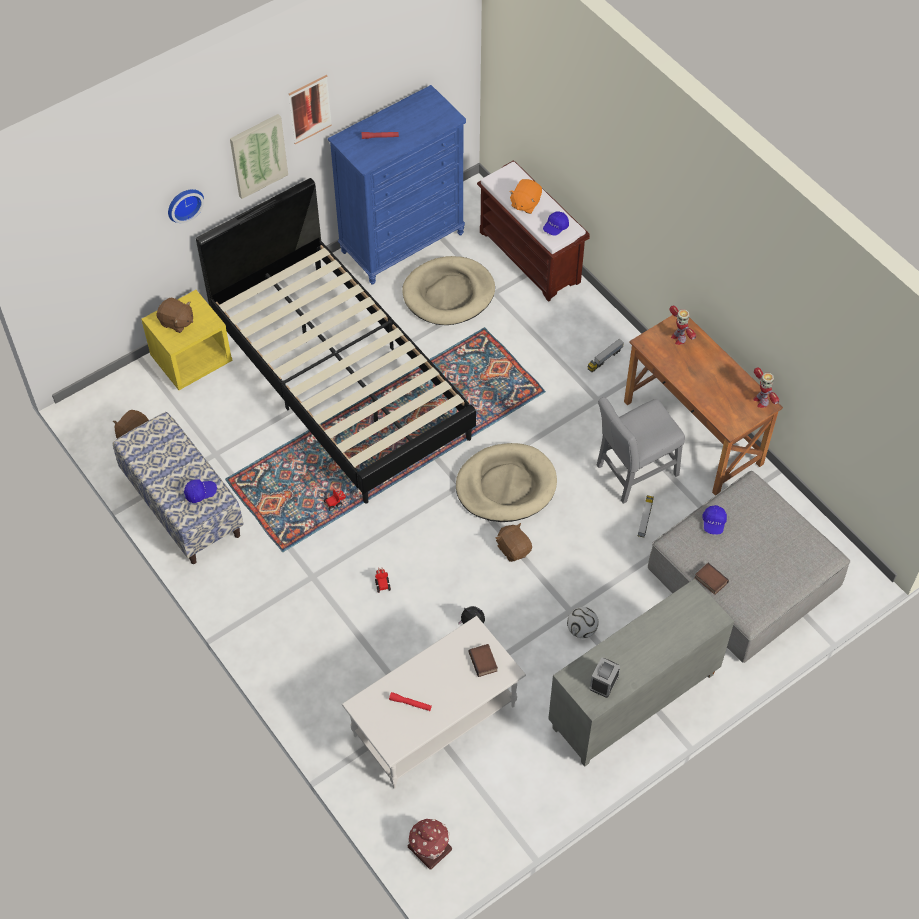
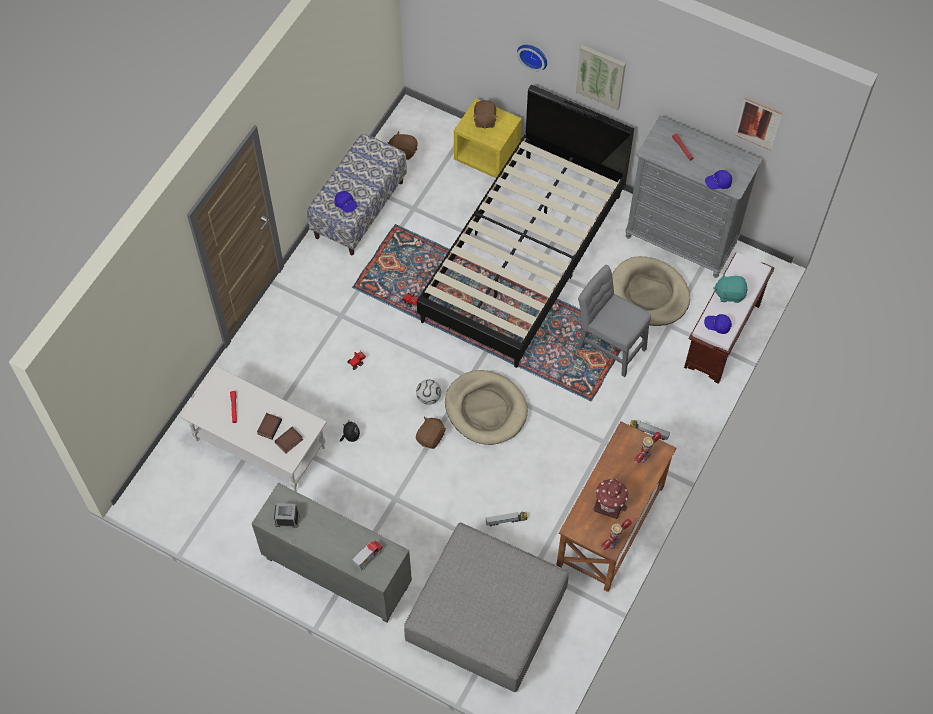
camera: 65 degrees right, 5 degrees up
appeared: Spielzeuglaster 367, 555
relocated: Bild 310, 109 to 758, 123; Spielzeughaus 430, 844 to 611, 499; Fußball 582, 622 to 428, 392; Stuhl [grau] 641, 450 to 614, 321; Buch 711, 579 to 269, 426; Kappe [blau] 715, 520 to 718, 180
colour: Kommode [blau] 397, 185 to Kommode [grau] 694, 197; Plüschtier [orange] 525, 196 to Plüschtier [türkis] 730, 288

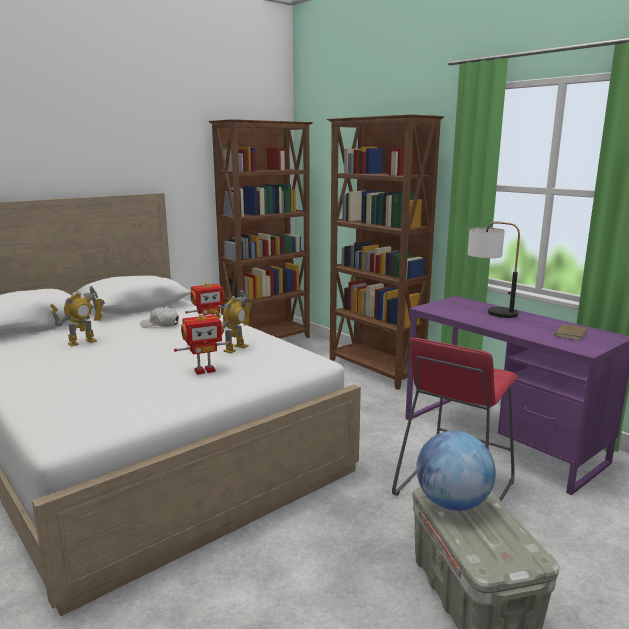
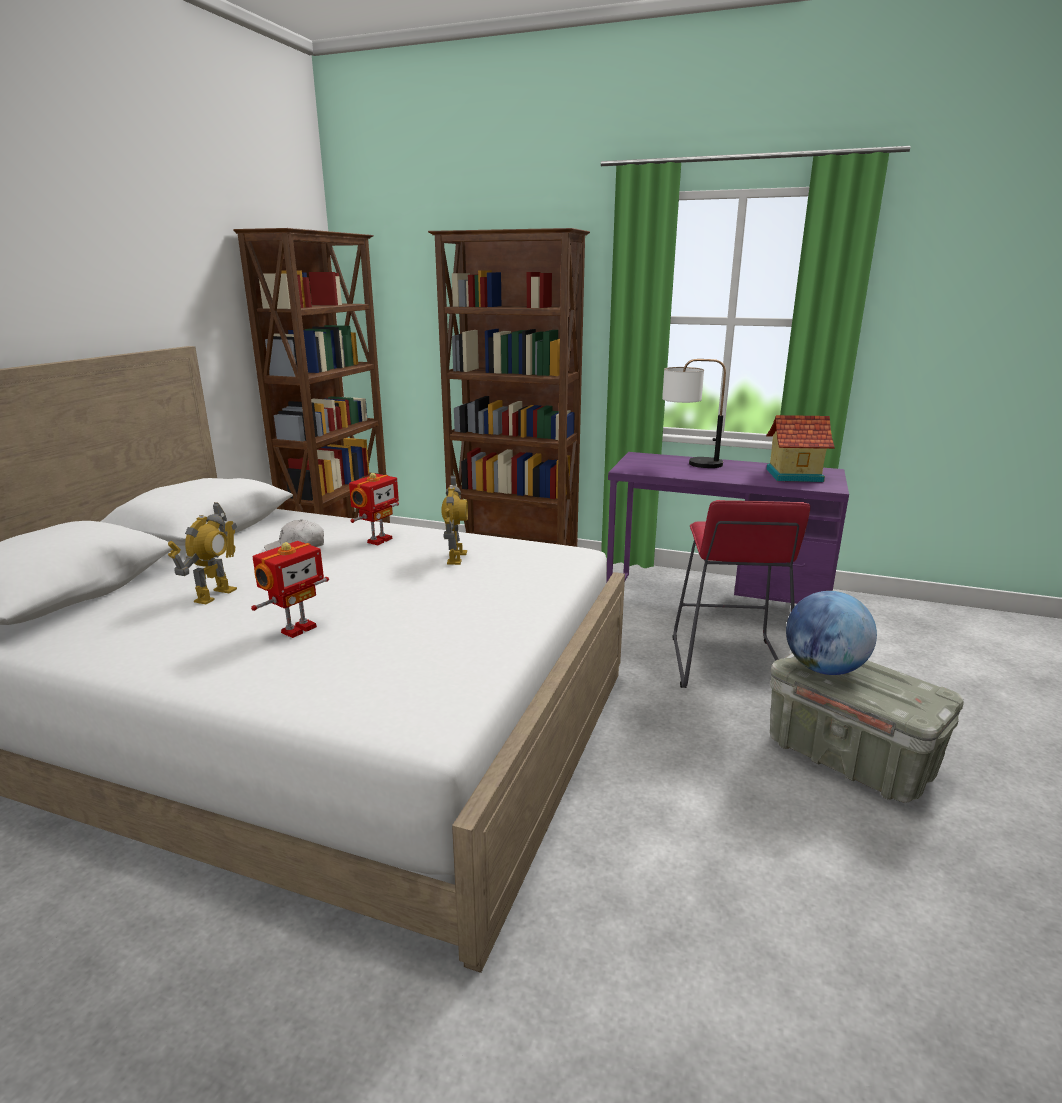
camera: 30 degrees left, 5 degrees up
relocated: Spielzeugroboter 202, 344 to 290, 589
exchanged: Buch [braun] 567, 332 to Spielzeughaus 800, 448

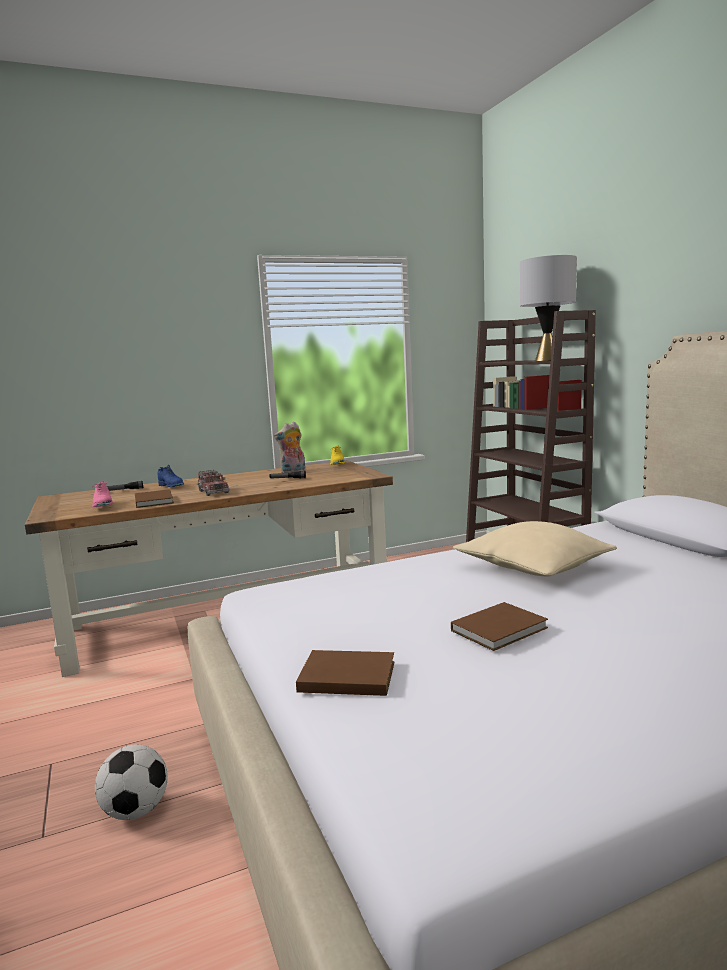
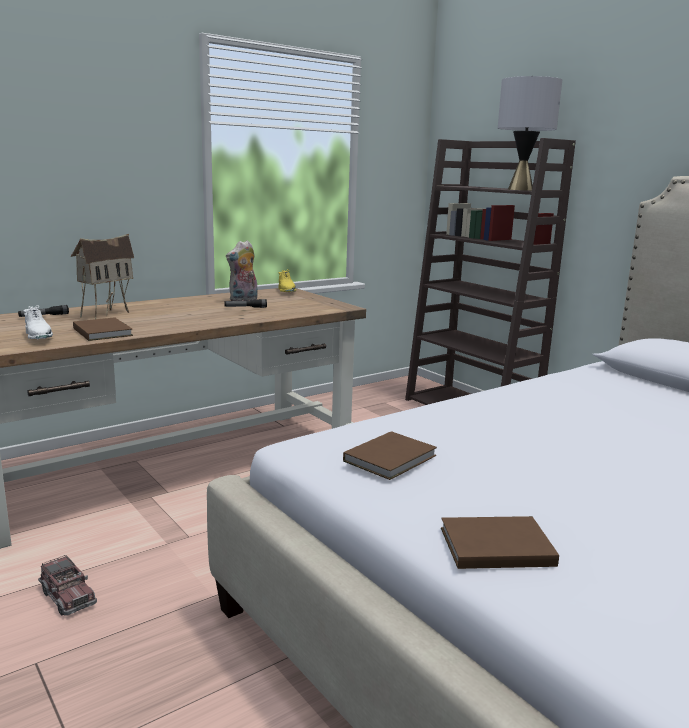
camera: 15 degrees left, 5 degrees up
missing: Fußball 131, 782; Kissen [beige] 535, 548
relocated: Spielzeuglaster 213, 483 to 67, 585; Buch [braun] 499, 626 to 390, 455
exchanged: Schuh [blau] 171, 476 to Spielzeughaus 102, 276
colour: Schuh [rosa] 102, 494 to Schuh [weiß] 38, 322

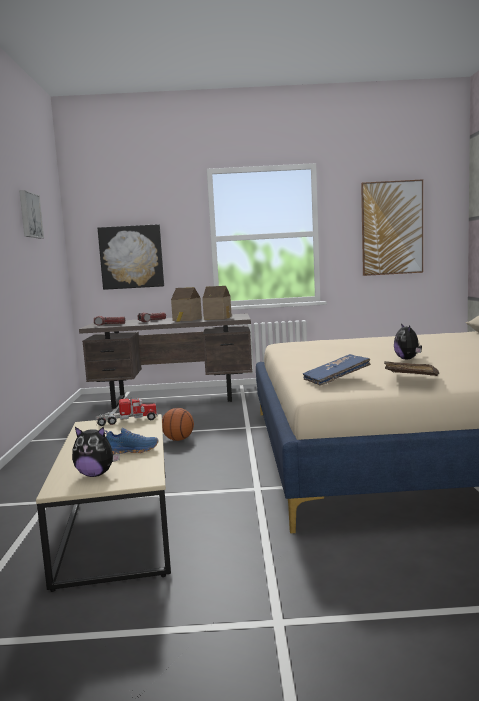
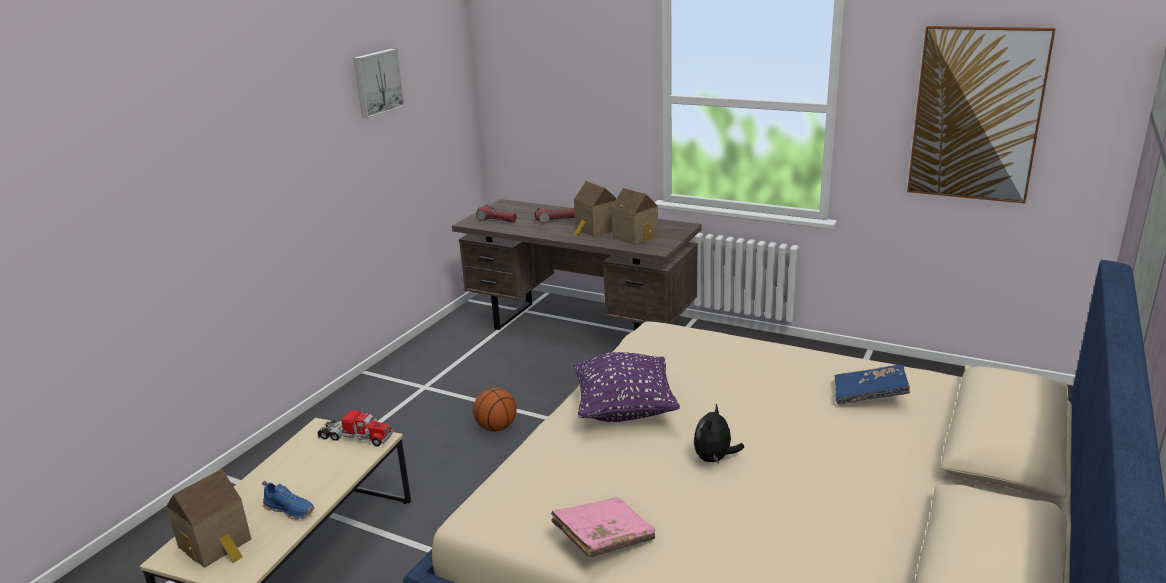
camera: 30 degrees right, 15 degrees up
missing: Bild 131, 257
appeared: Kissen [lila] 626, 387
relocated: Buch [blau] 337, 370 to 872, 384
exchanged: Plüschtier 96, 451 to Spielzeughaus 208, 518
colour: Buch [braun] 411, 368 to Buch [rosa] 603, 527

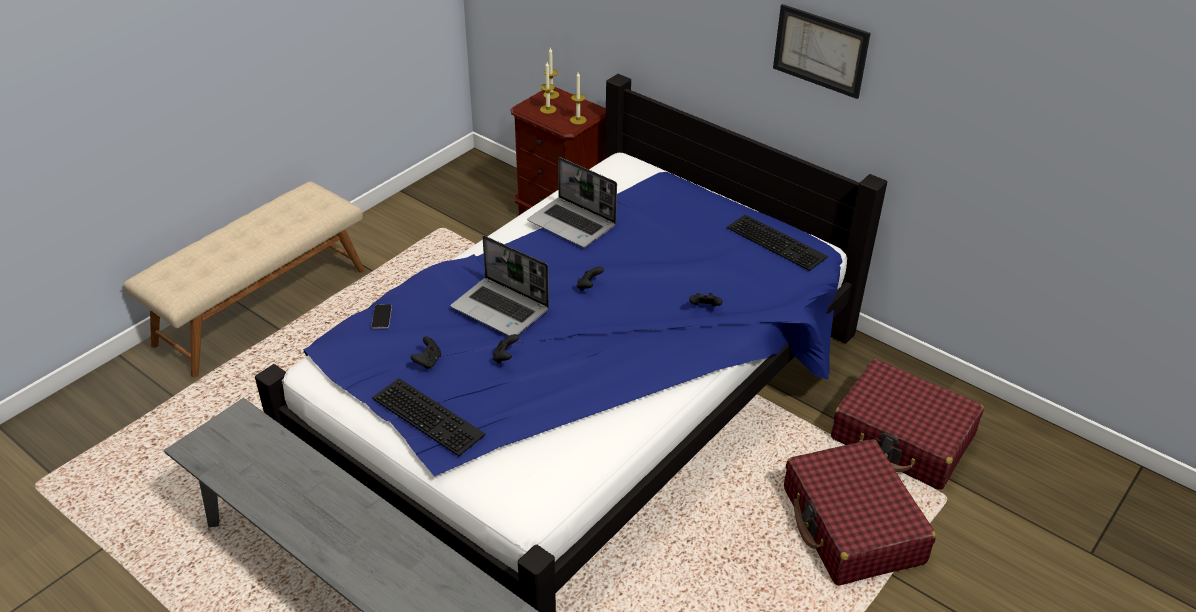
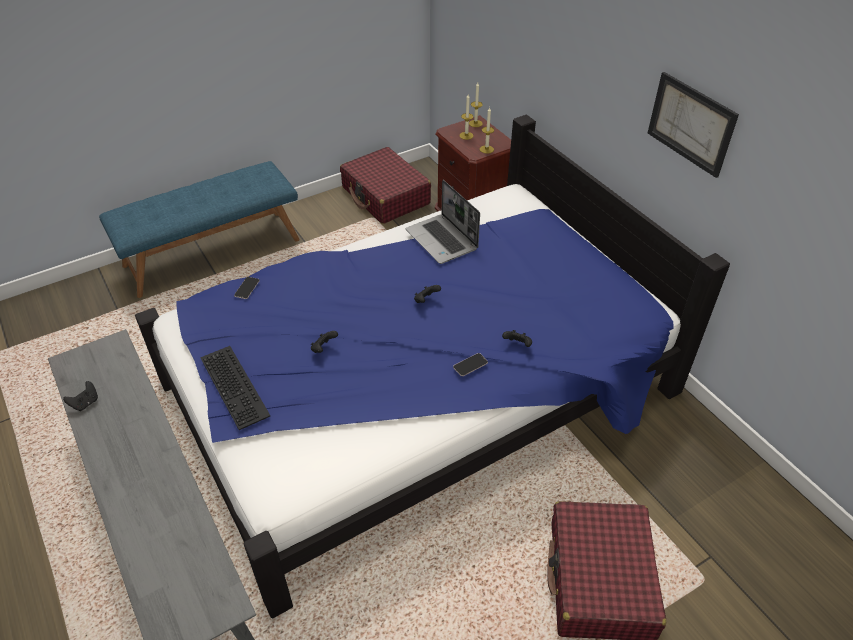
camera: 20 degrees right, 5 degrees up
missing: Laptop 499, 285; Tastatur 777, 242
appeared: Handy 470, 364
relocated: Gamepad [schwarz] 426, 352 to 80, 396; Koffer [rot] 907, 424 to 385, 185
colour: Bank [beige] 244, 279 to Bank [blau] 199, 229

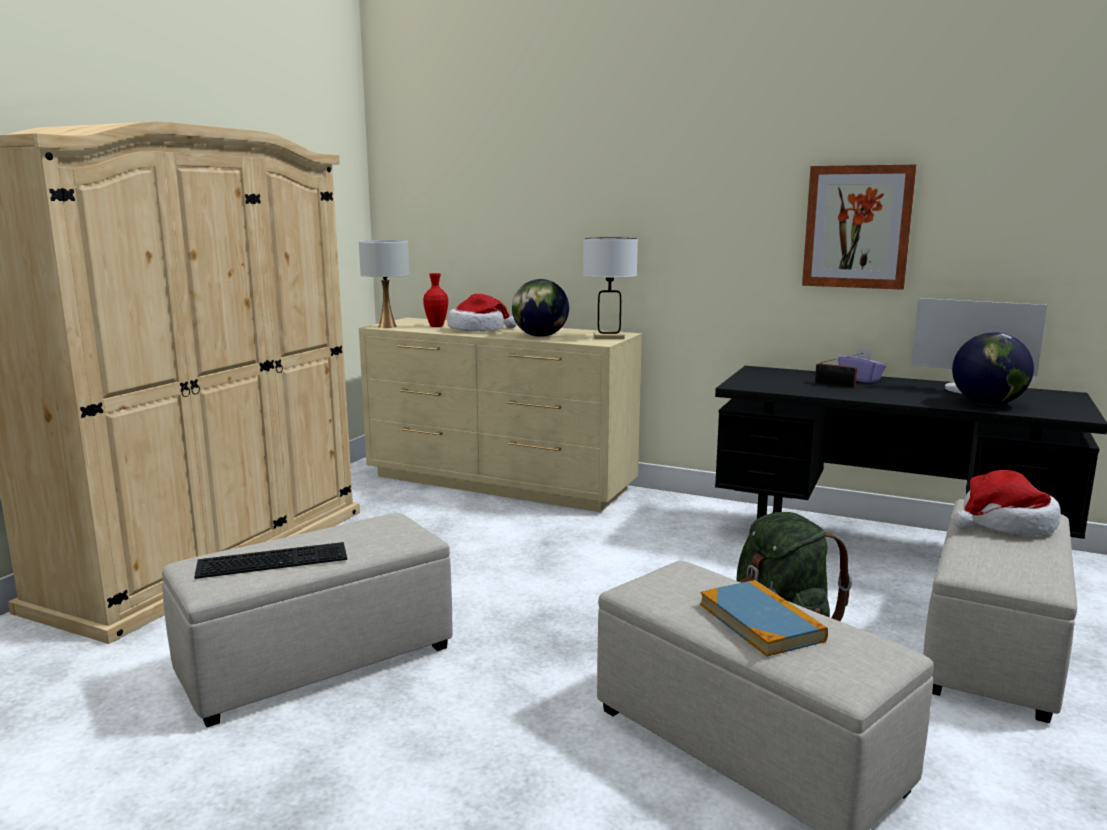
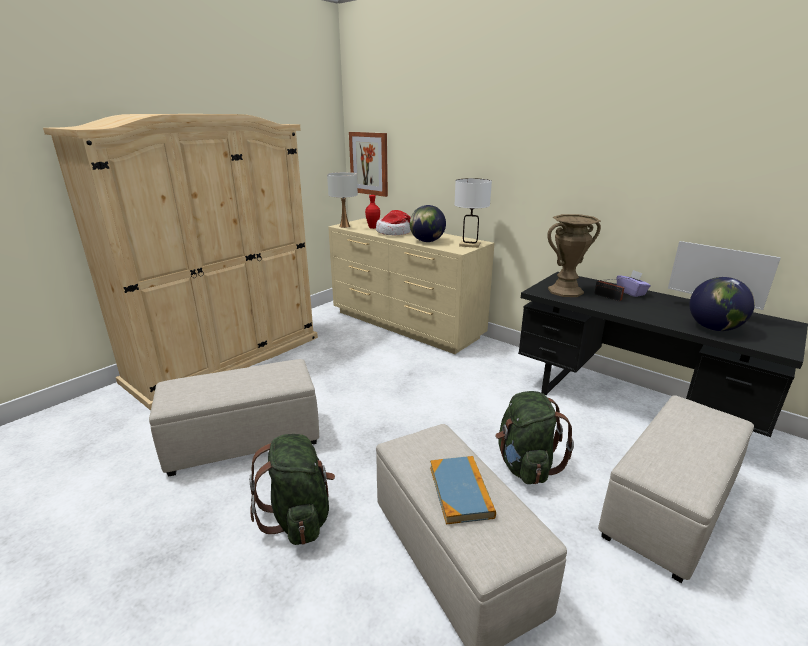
camera: 15 degrees right, 10 degrees up
missing: Tastatur 271, 560; Hut 1007, 503
appeared: Rucksack [grün] 292, 489; Vase [braun] 574, 255
relocated: Bild 859, 227 to 368, 164

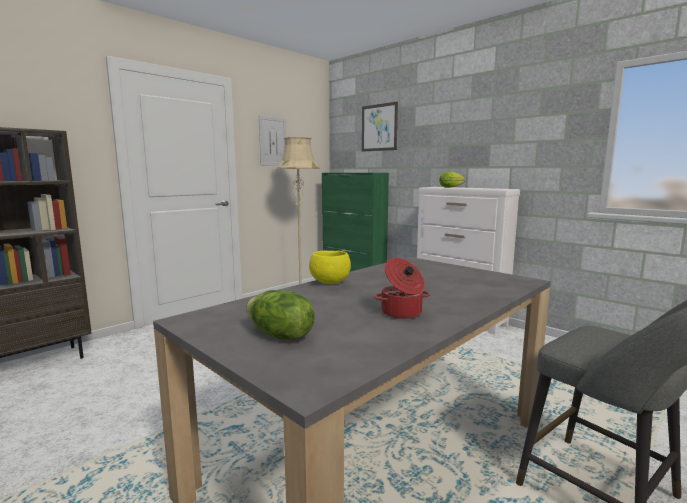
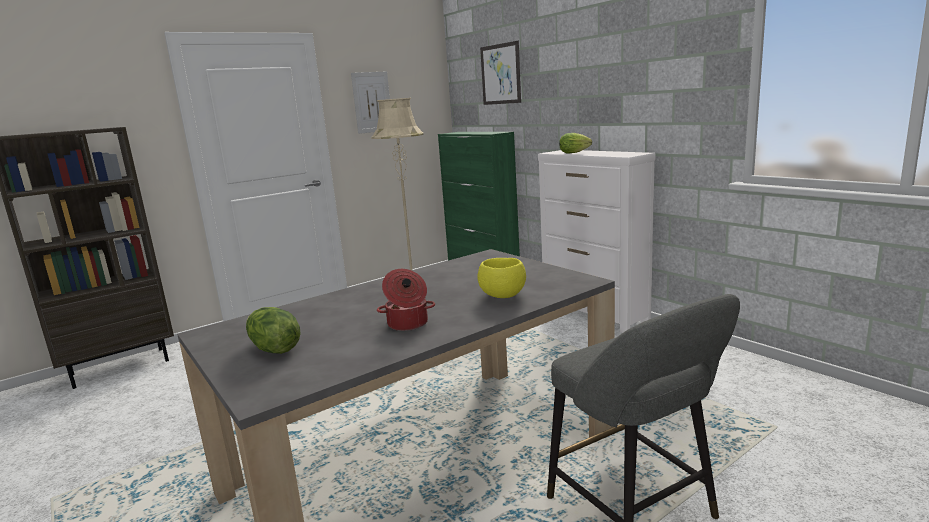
camera: 10 degrees right, 5 degrees up
relocated: Schüssel [gelb] 330, 267 to 501, 278

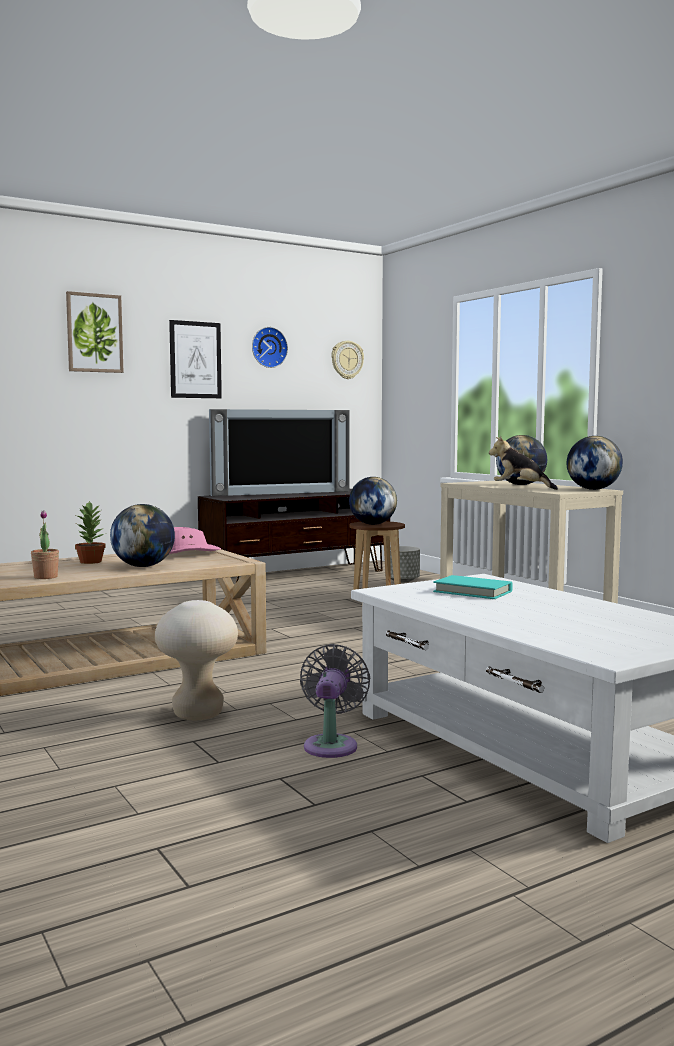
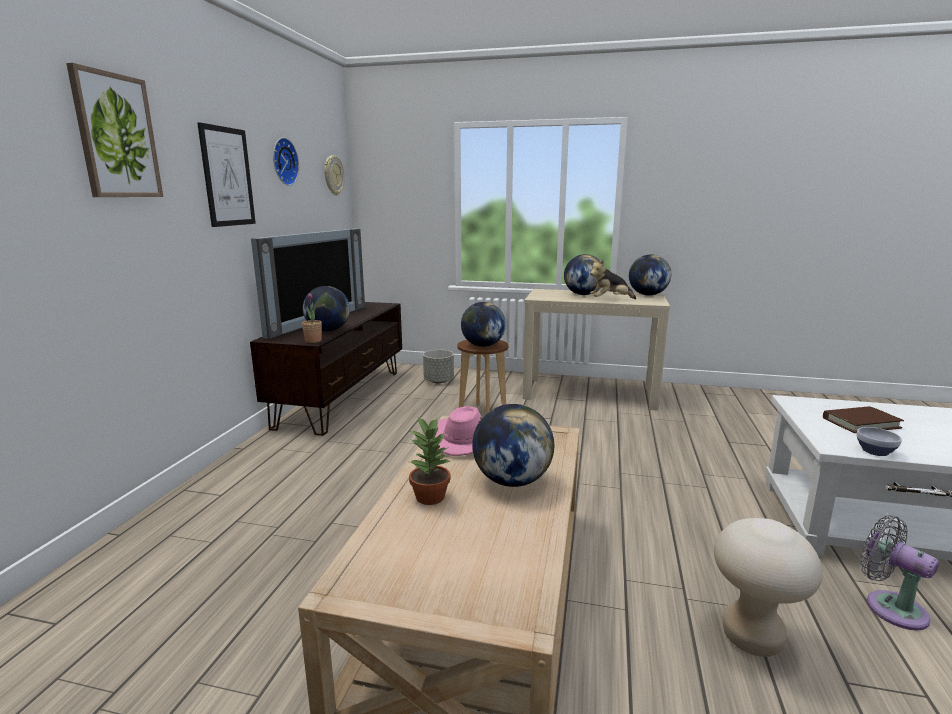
camera: 45 degrees left, 10 degrees up
appeared: Globus 326, 309; Schüssel 879, 441
relocated: Topfpflanze 45, 544 to 312, 318
colour: Buch [türkis] 473, 587 to Buch [braun] 863, 419

